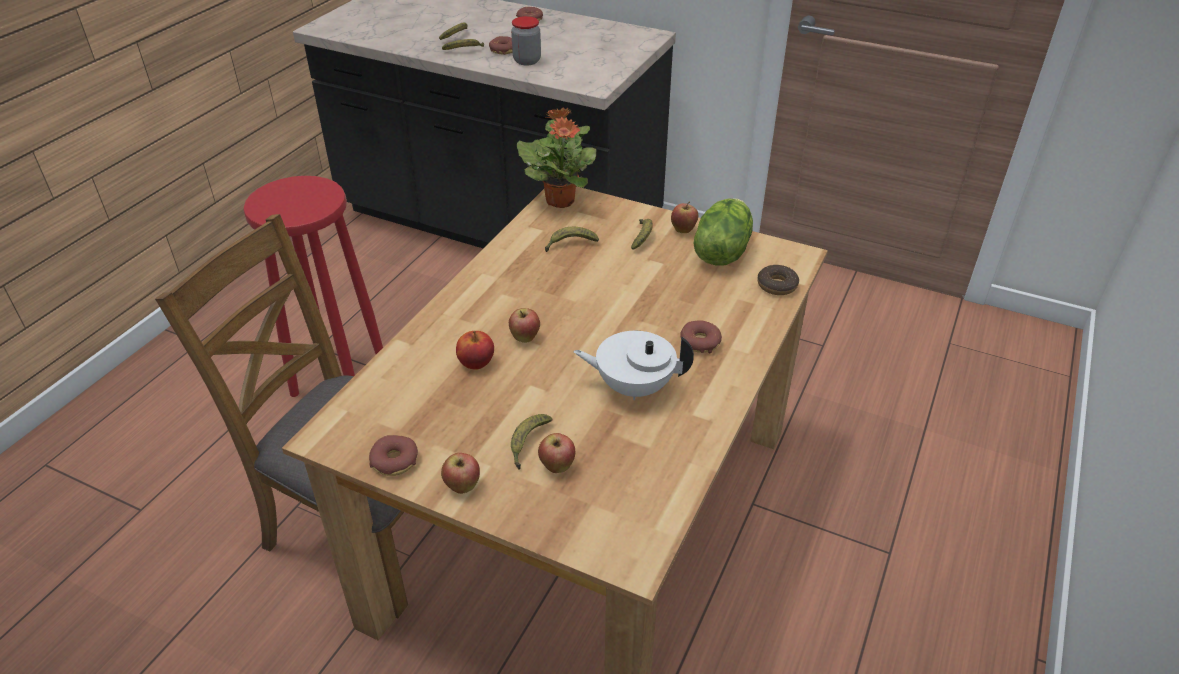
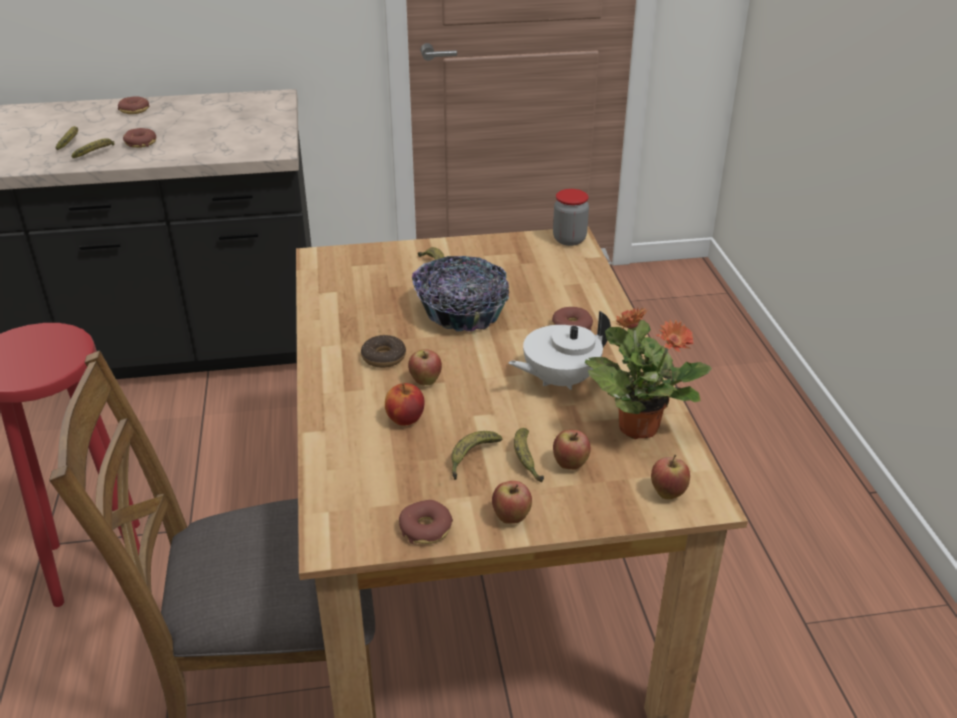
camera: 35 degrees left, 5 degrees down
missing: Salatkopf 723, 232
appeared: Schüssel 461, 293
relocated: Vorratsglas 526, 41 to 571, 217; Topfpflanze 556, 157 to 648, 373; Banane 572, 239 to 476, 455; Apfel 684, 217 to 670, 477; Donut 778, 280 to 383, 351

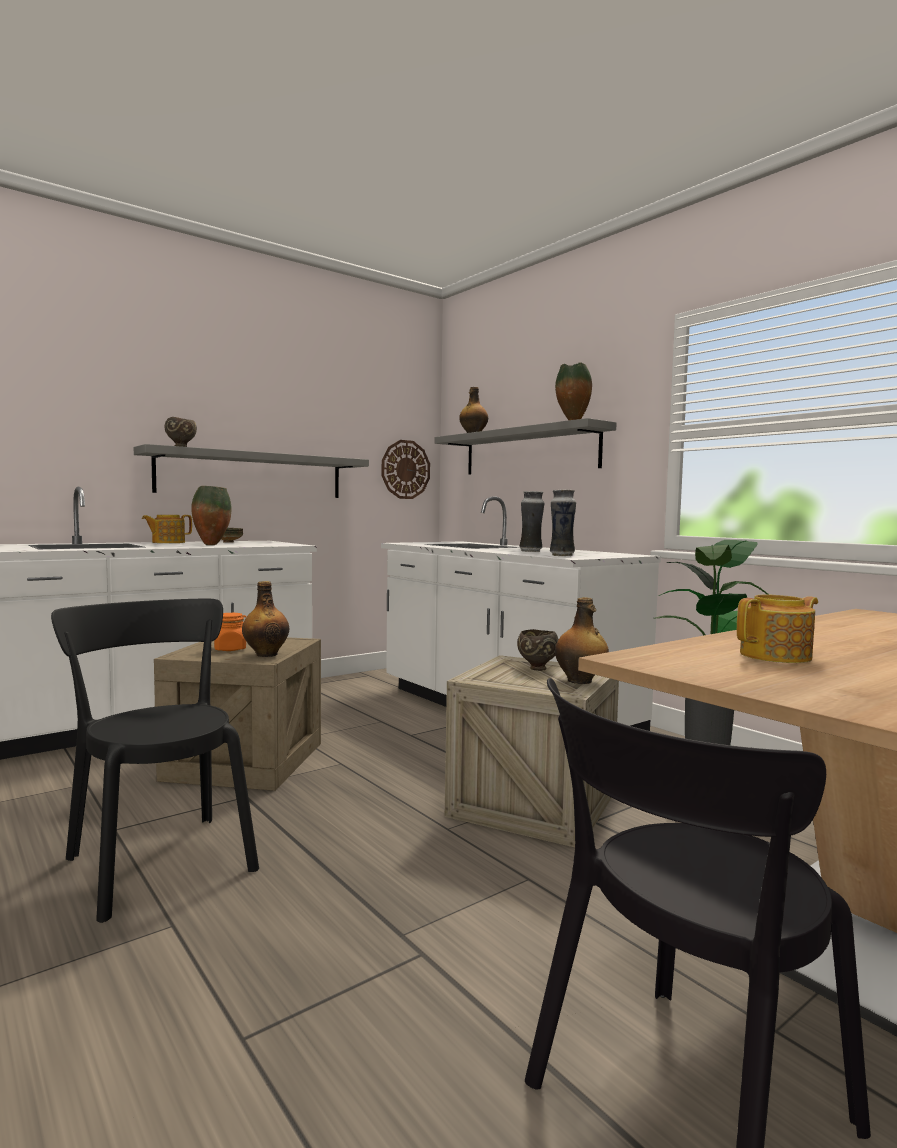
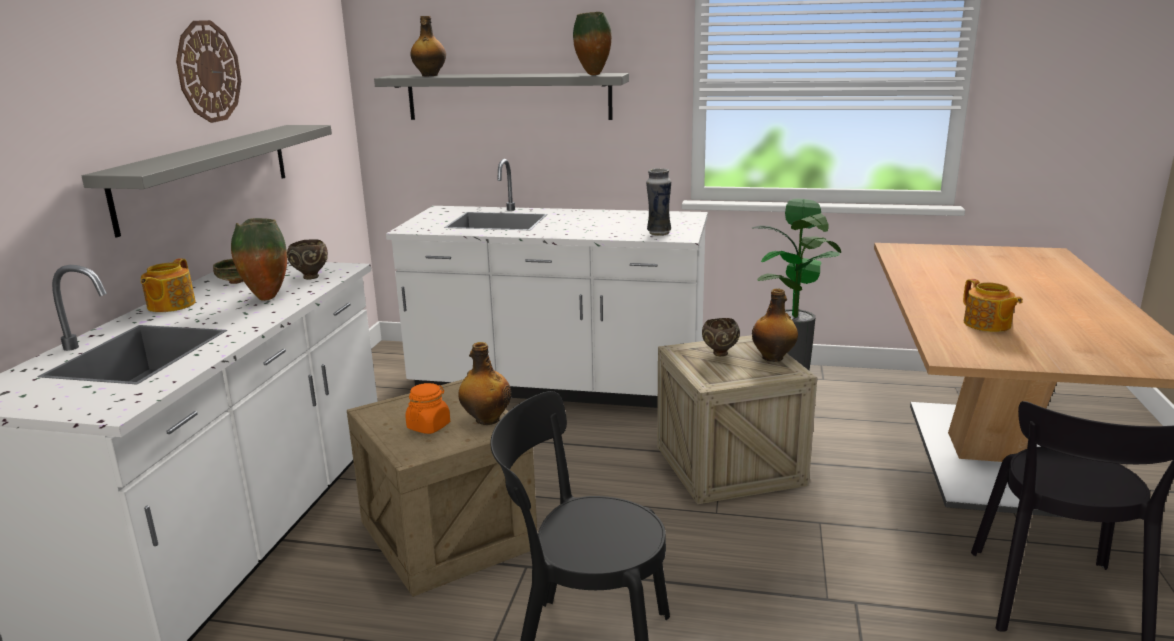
camera: 40 degrees left, 15 degrees up
missing: Vase 532, 521
relocated: Schüssel [braun] 181, 432 to 307, 259; Wanduhr 406, 469 to 208, 71
spun: Teekanne 777, 629 = 992, 305 135 degrees clockwise

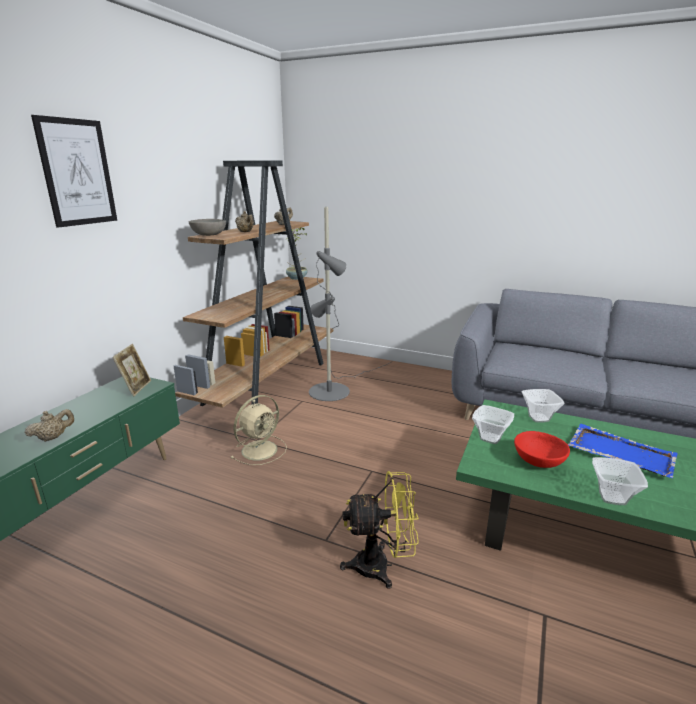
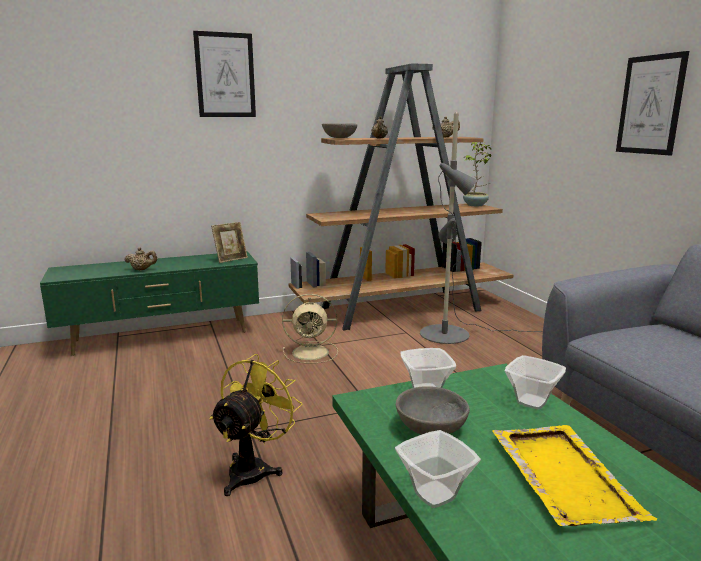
camera: 45 degrees right, 5 degrees down
appeared: Bild 652, 103
colour: Schüssel [rot] 542, 449 to Schüssel [grau] 433, 410; Tablett [blau] 623, 451 to Tablett [gelb] 574, 475
spun: Ventilator [gelb] 379, 530 = 256, 425 105 degrees counterclockwise

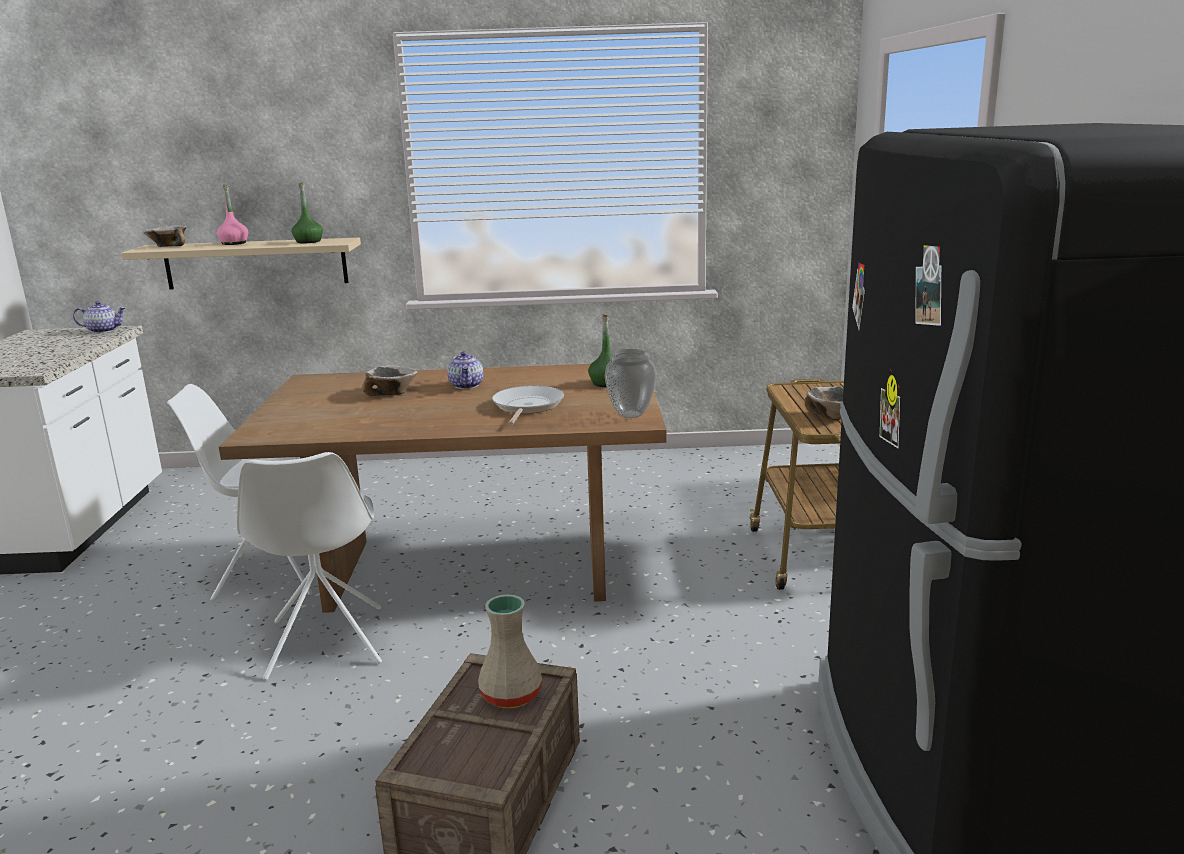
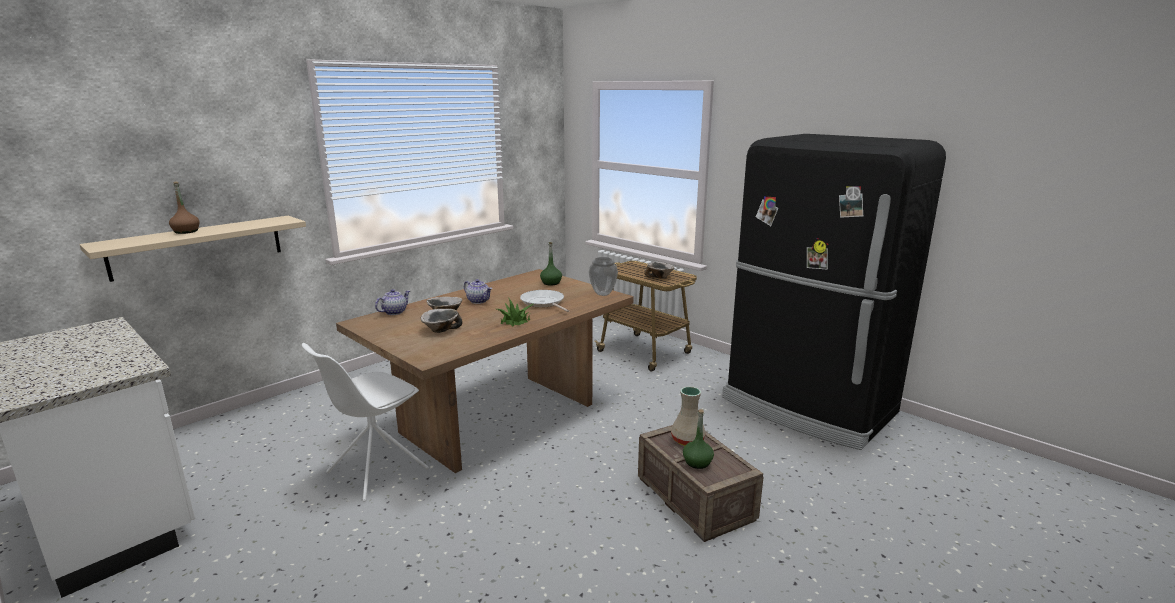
camera: 45 degrees left, 0 degrees up
missing: Stuhl [weiß] 309, 566
appeared: Topfpflanze 515, 311
relocated: Teekanne 99, 317 to 392, 302; Schüssel 165, 236 to 442, 321; Flasche [grün] 307, 213 to 698, 439
colour: Flasche [rosa] 232, 214 to Flasche [braun] 184, 208

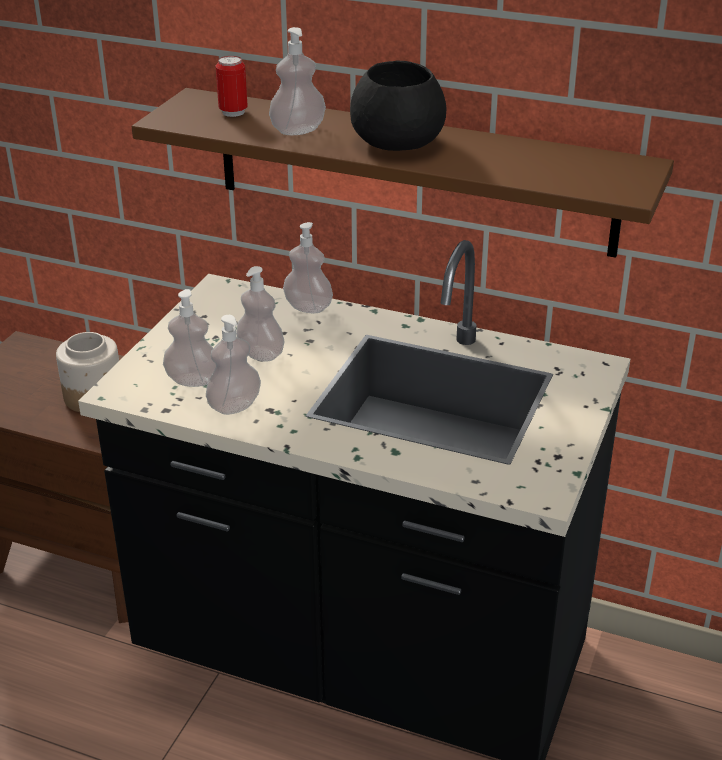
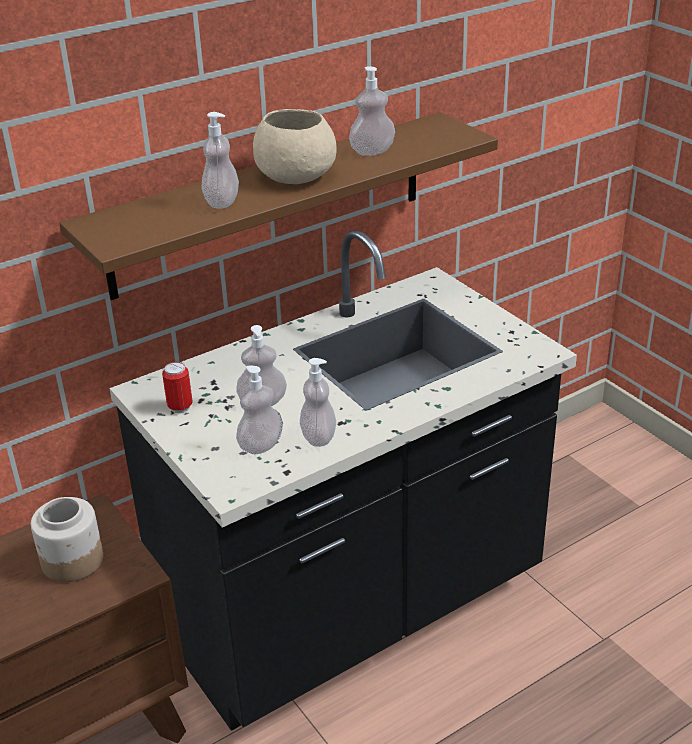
camera: 55 degrees left, 0 degrees up
relocated: Dose 232, 86 to 177, 387; Seifenspender 308, 267 to 372, 111
colour: Schüssel [schwarz] 398, 105 to Schüssel [beige] 294, 146

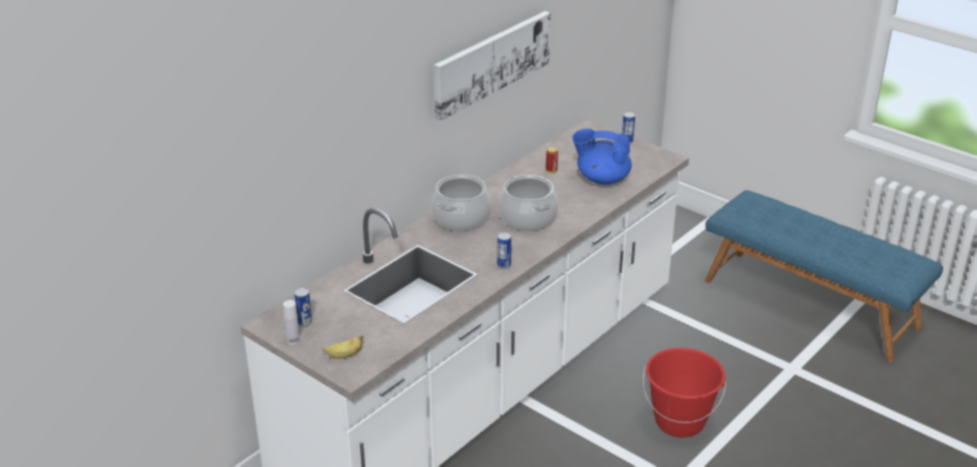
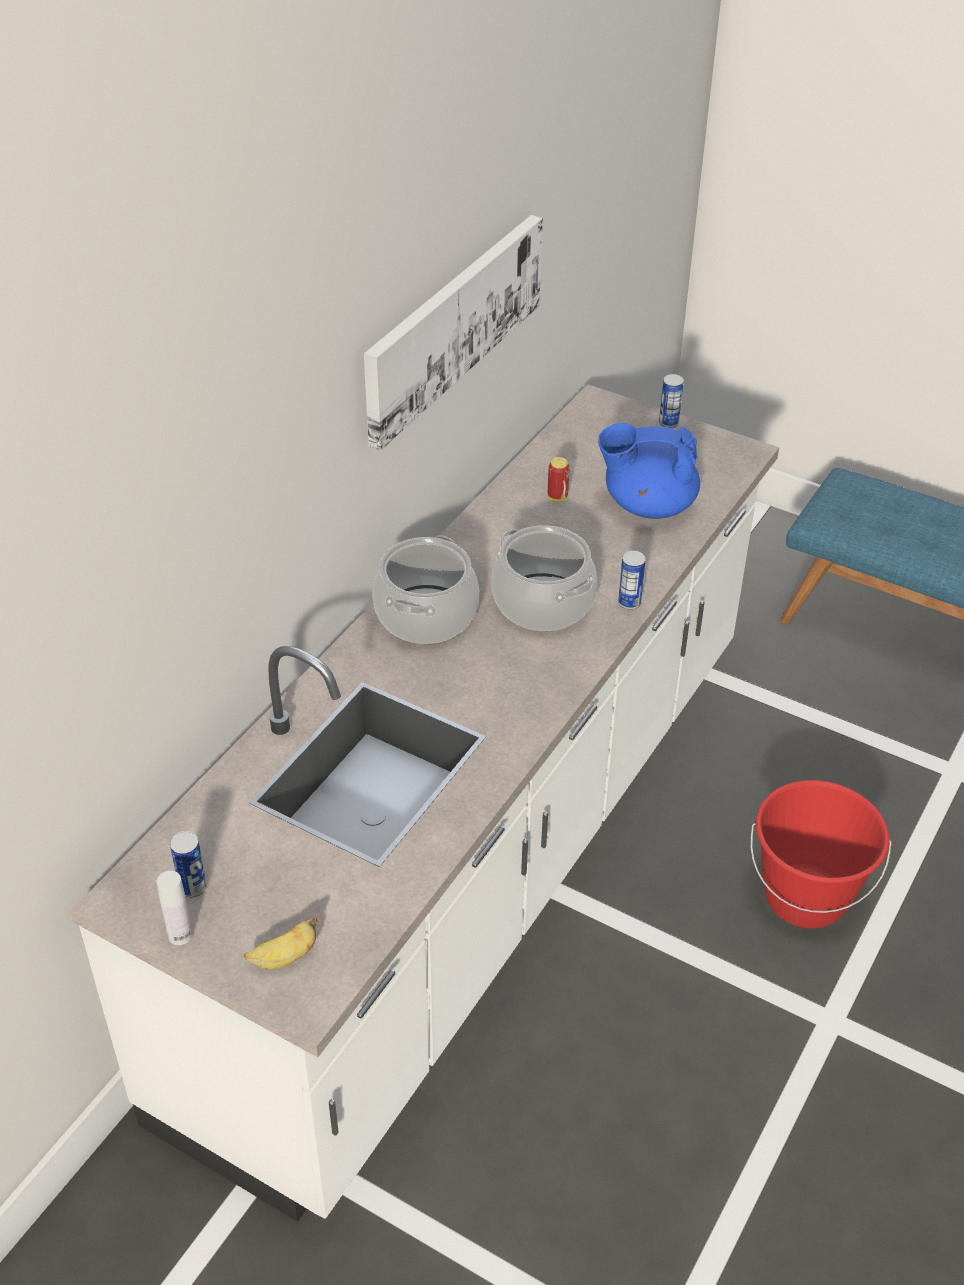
camera: 10 degrees left, 10 degrees up
relocated: Dose 504, 250 to 632, 580

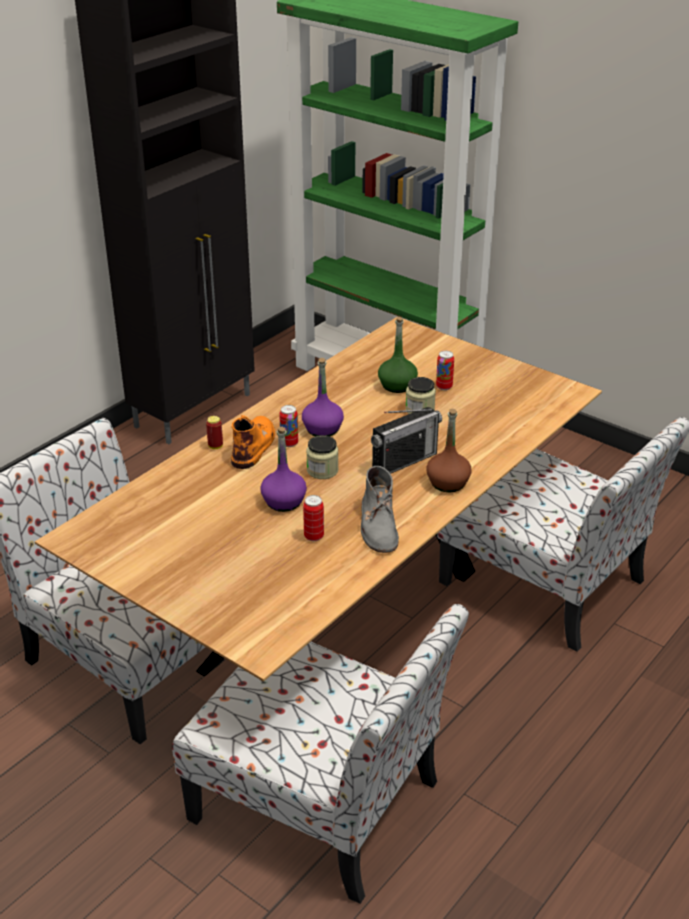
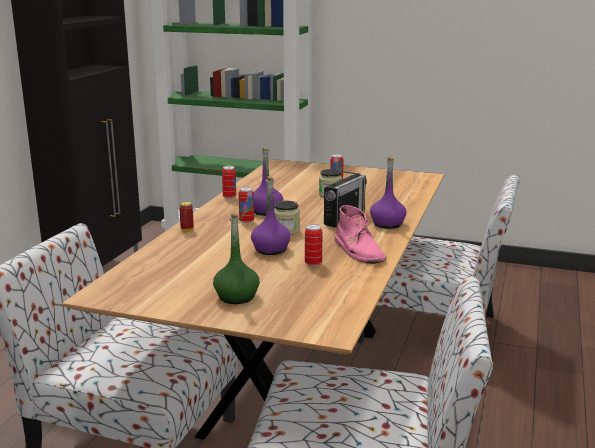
camera: 20 degrees left, 15 degrees down
missing: Stiefel [orange] 253, 442
appeared: Dose 229, 182
relocated: Flasche [grün] 398, 355 to 236, 258
colour: Stiefel [grau] 380, 509 to Stiefel [rosa] 360, 234; Flasche [braun] 449, 450 to Flasche [lila] 388, 193

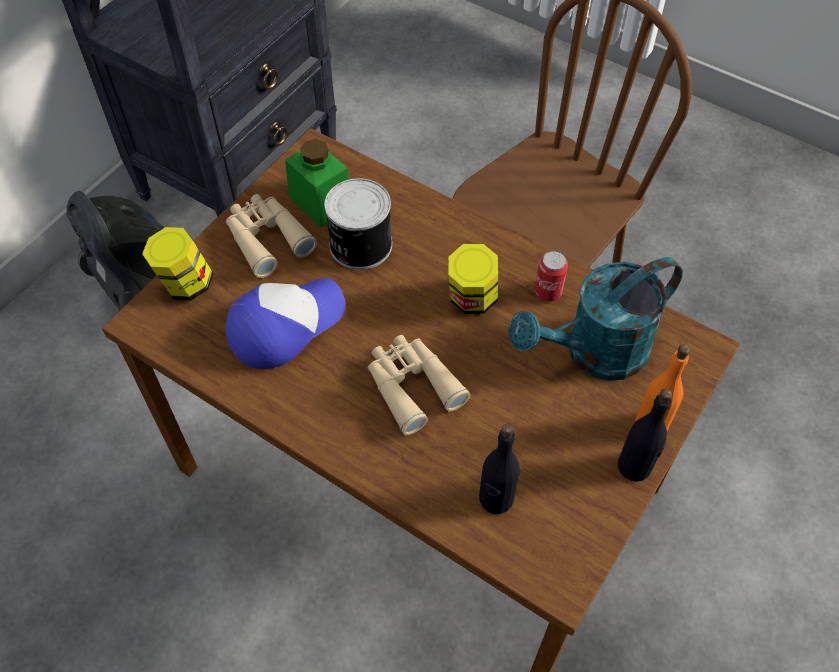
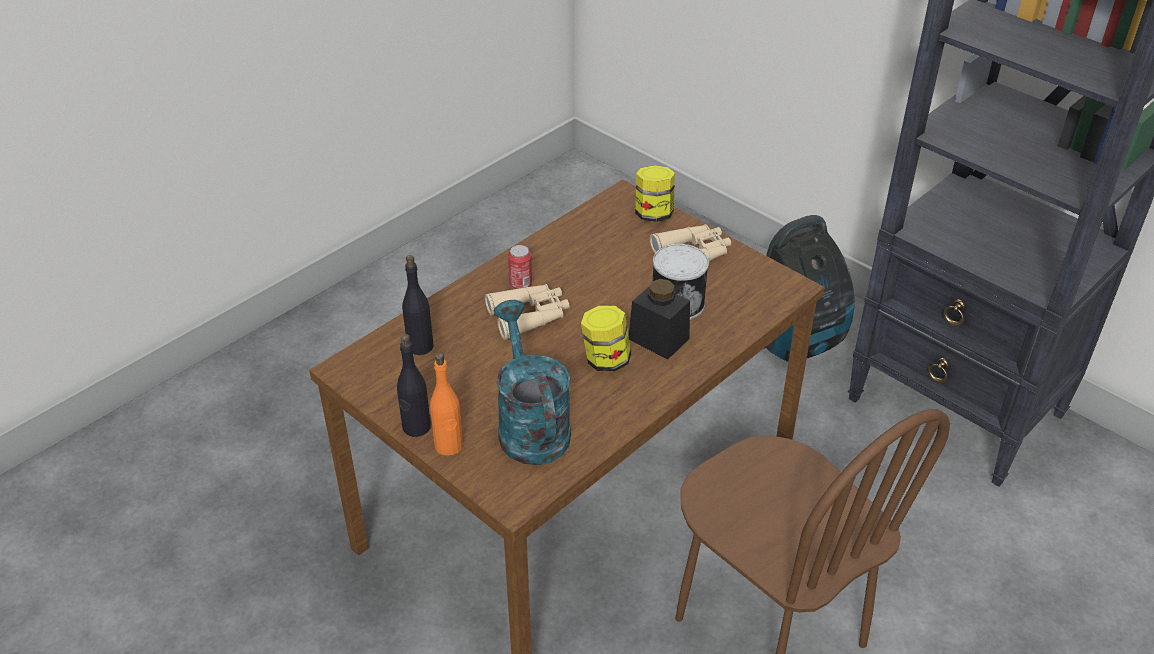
camera: 100 degrees right, 15 degrees down
missing: Kappe 286, 323; Vorratsglas [grün] 317, 183
appeared: Vorratsglas [schwarz] 659, 319
relocated: Dose 551, 276 to 520, 267

